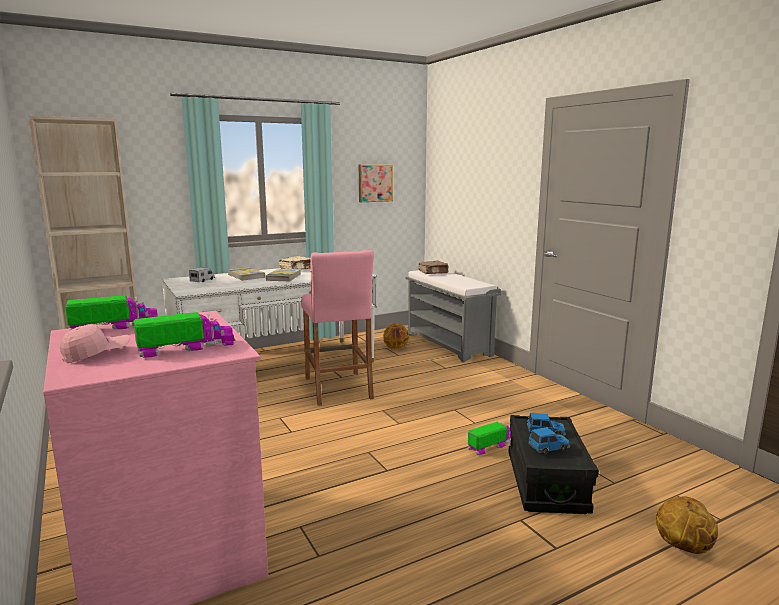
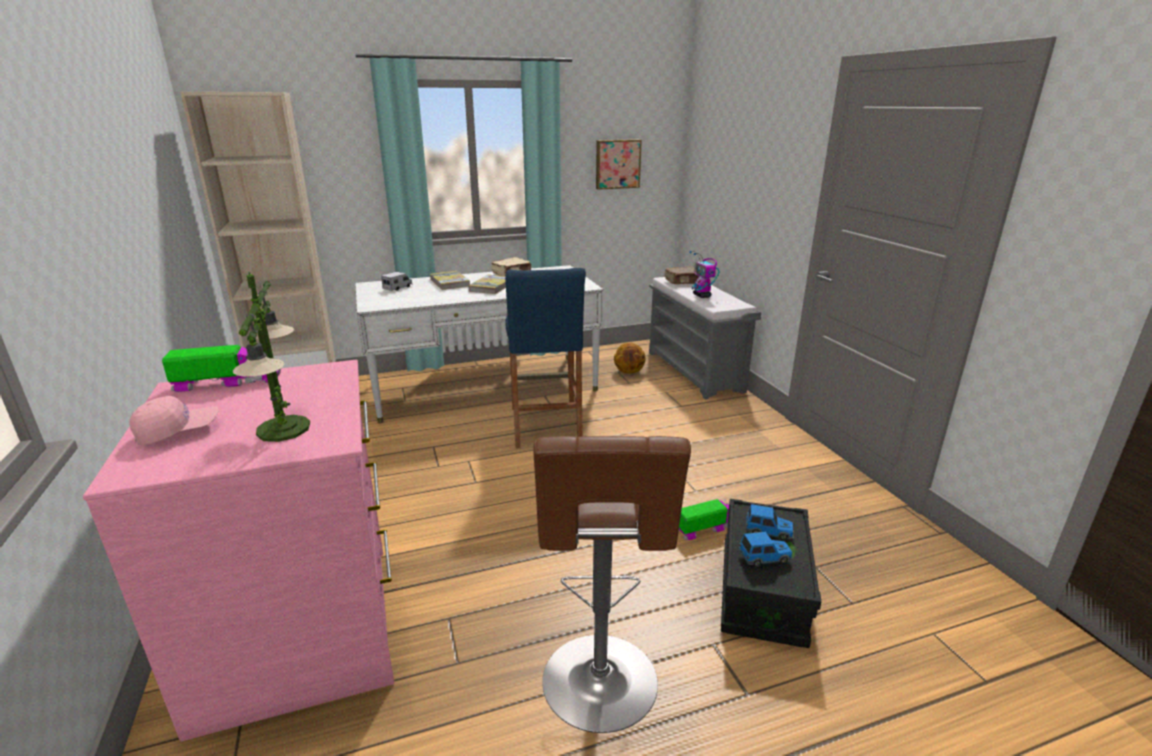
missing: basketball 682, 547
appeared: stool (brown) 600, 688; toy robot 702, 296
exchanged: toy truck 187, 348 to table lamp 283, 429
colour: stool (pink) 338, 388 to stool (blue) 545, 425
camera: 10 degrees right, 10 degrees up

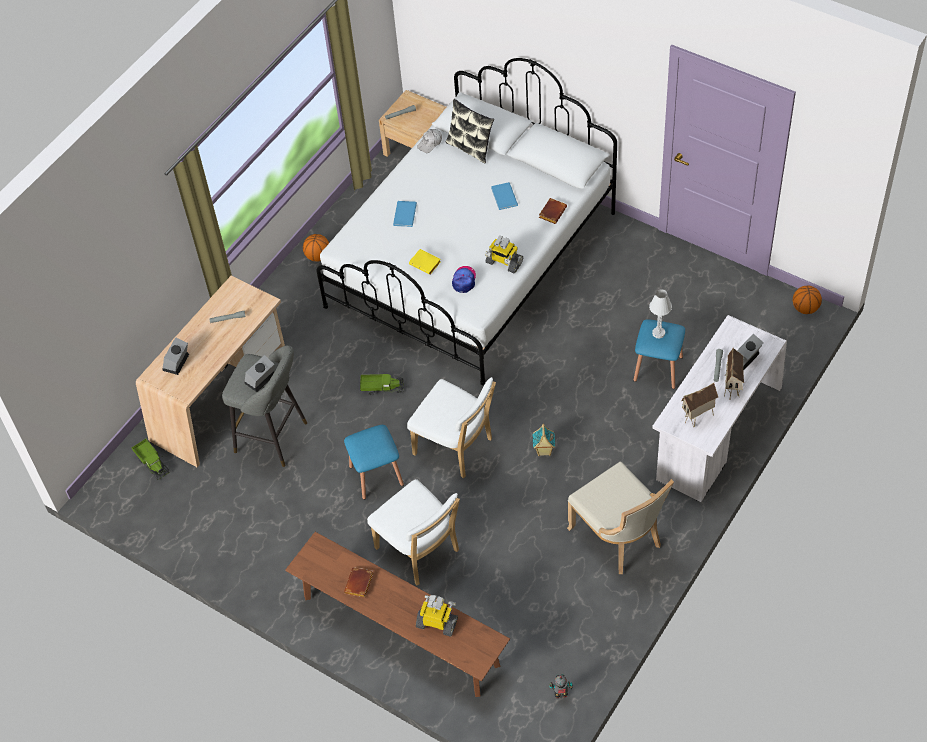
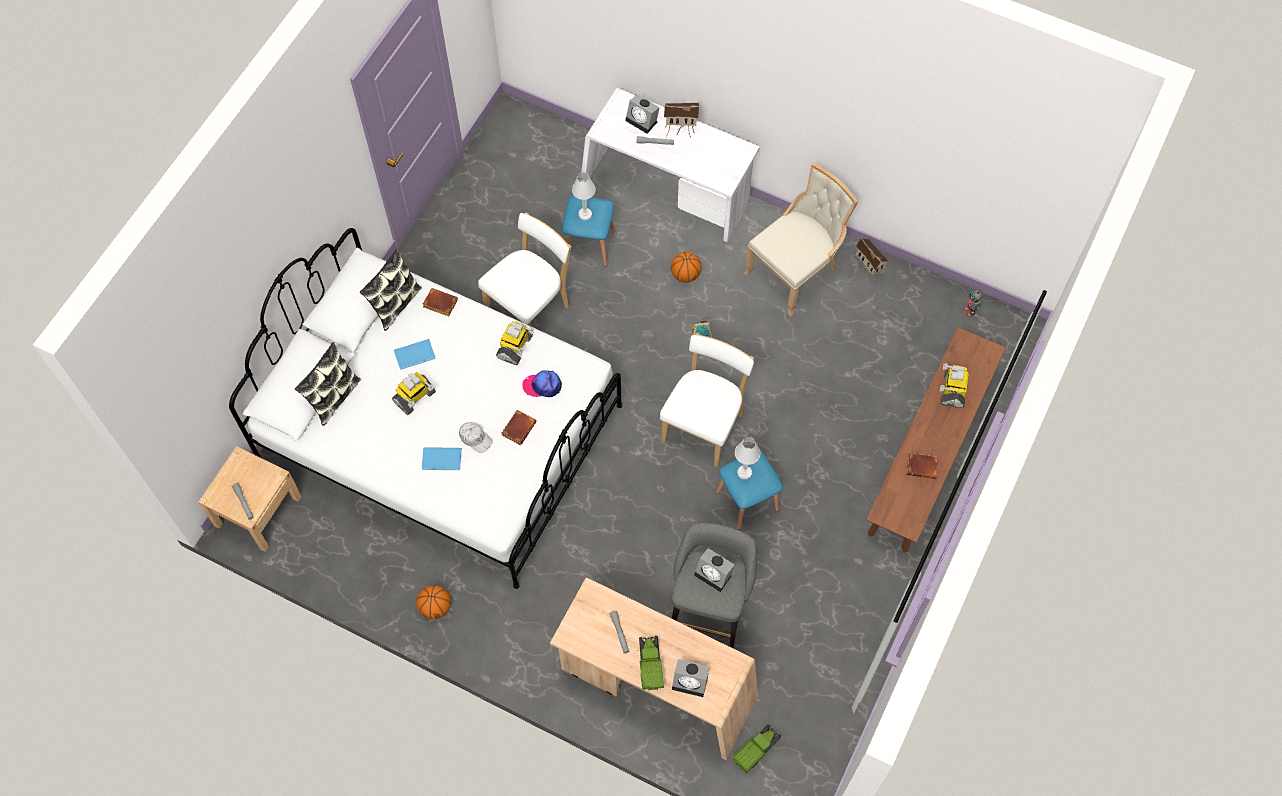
appeared: pillow 395, 304; toy robot 415, 398; table lamp (white) 744, 472
relocated: toy truck 382, 388 to 650, 665; chair (white) 420, 552 to 530, 308; cap (white) 430, 143 to 475, 438; toy house 698, 419 to 867, 271; basketball 805, 308 to 685, 275
colour: book (yellow) 426, 263 to book (brown) 518, 427
camera: 100 degrees left, 10 degrees up

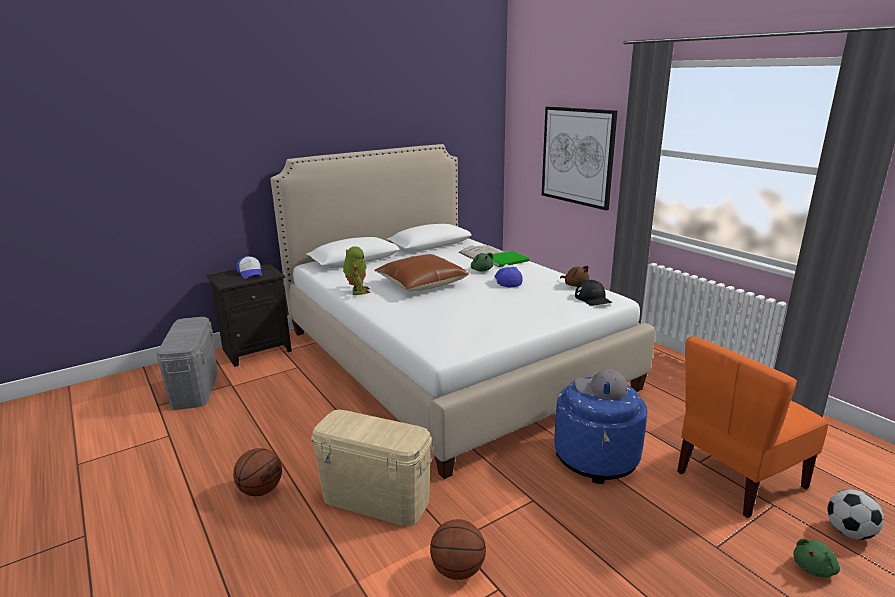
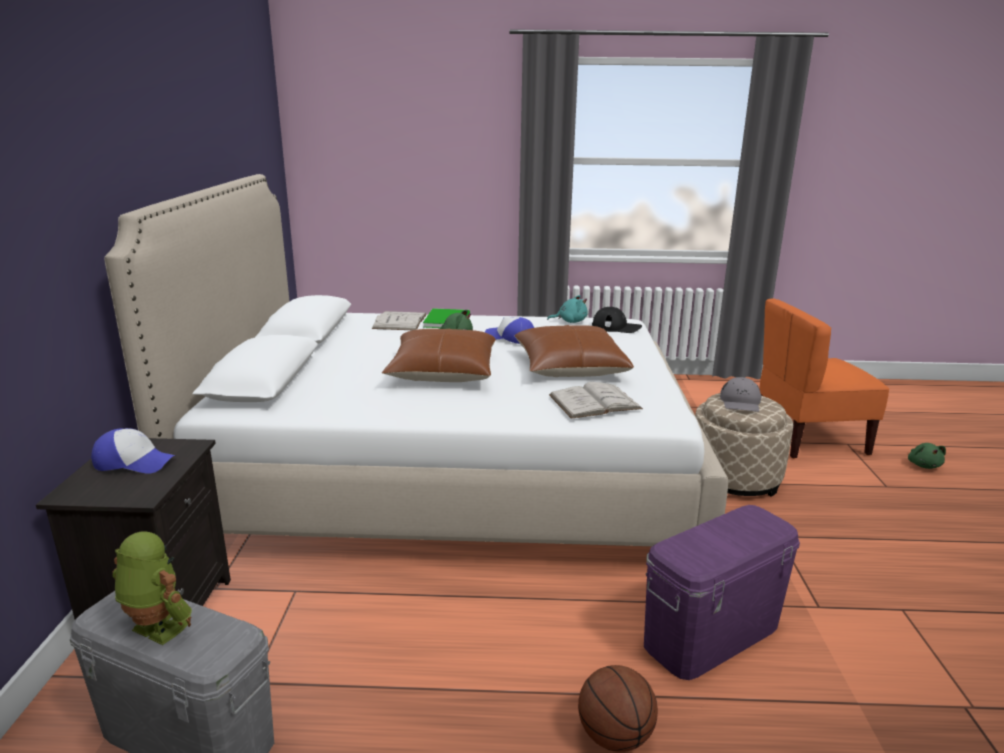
missing: basketball 457, 570; picture 577, 156; football 849, 532
appeared: pillow (brown) 570, 367; book (white) 594, 402
relocated: toy robot 357, 291 to 156, 630
colour: storage box (beige) 375, 500 to storage box (purple) 711, 635; ottoman (blue) 596, 457 to ottoman (beige) 734, 478; plush toy (brown) 575, 285 to plush toy (turquoise) 570, 321
spun: cap (grey) 600, 389 = 740, 402 45 degrees counterclockwise; chair (orange) 738, 479 = 808, 440 75 degrees clockwise
camera: 55 degrees left, 0 degrees up

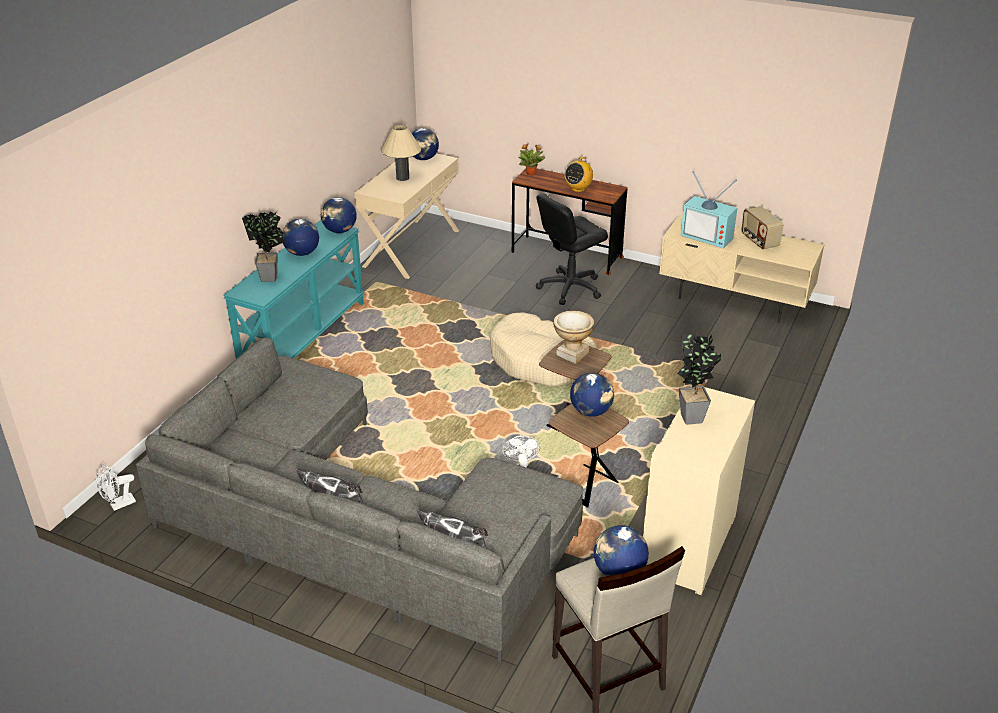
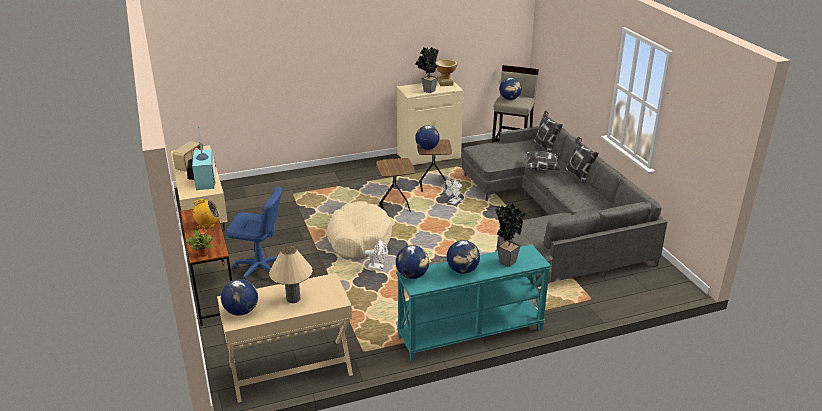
appeared: pillow 542, 168
relocated: fan (white) 118, 505 to 378, 267; vase 572, 354 to 445, 83
colour: office chair (black) 570, 288 to office chair (blue) 260, 270
camera: 135 degrees left, 5 degrees down

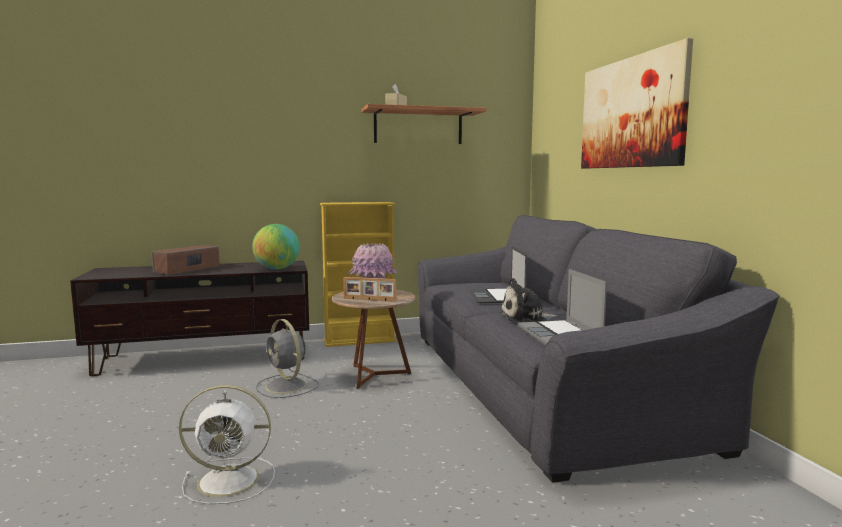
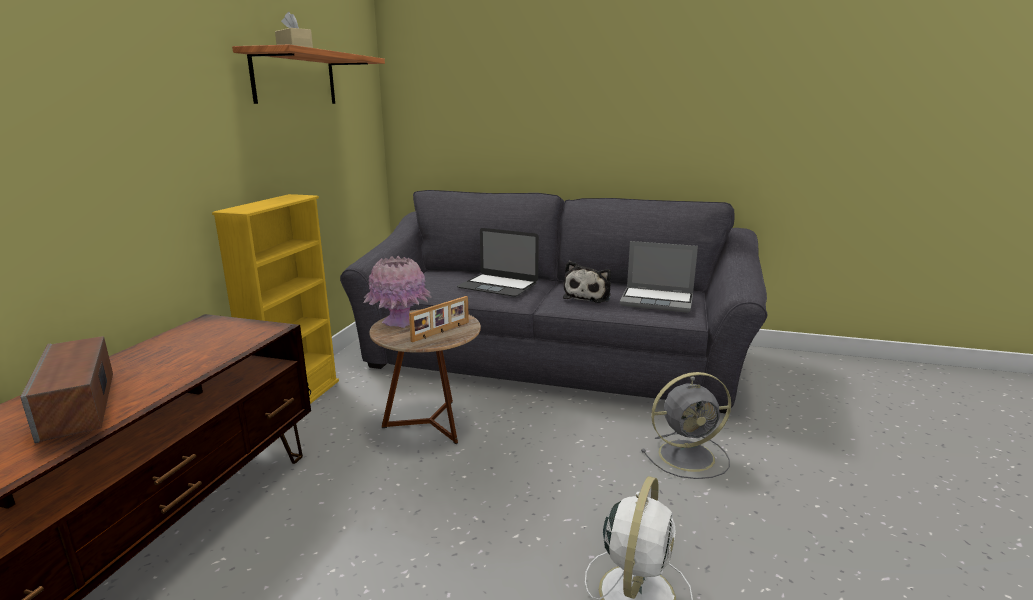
missing: globe 277, 269; picture 631, 113
relocated: fan (grey) 287, 386 to 688, 455
camera: 60 degrees left, 10 degrees up

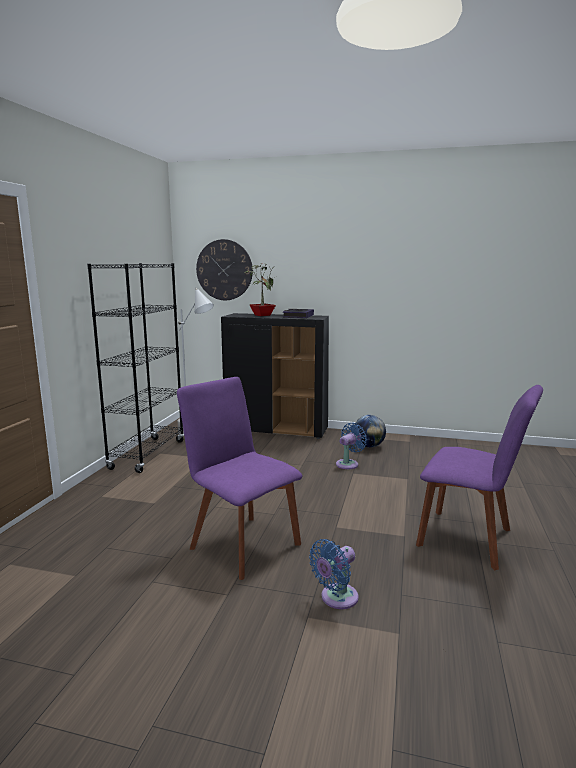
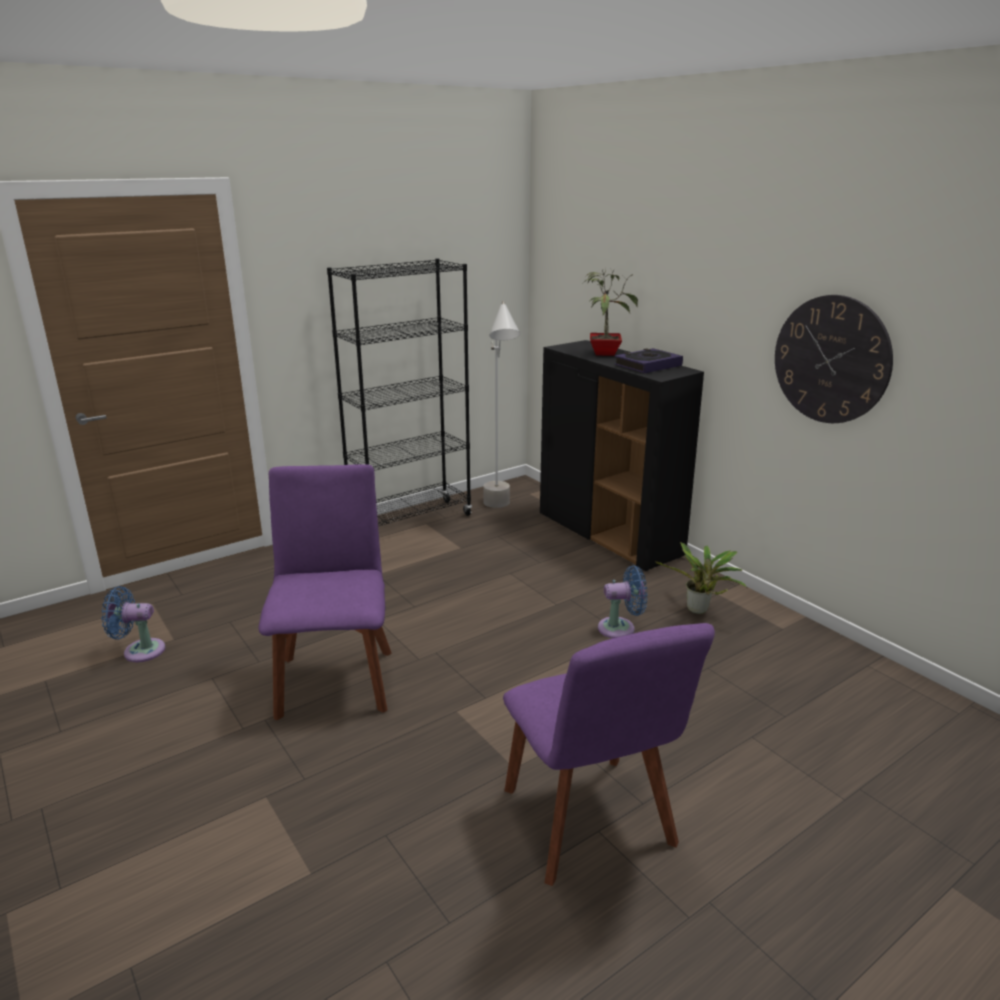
relocated: wall clock 224, 270 to 831, 360; fan (blue) 336, 598 to 140, 651
exchanged: globe 368, 446 to potted plant 699, 611
camera: 40 degrees right, 10 degrees up

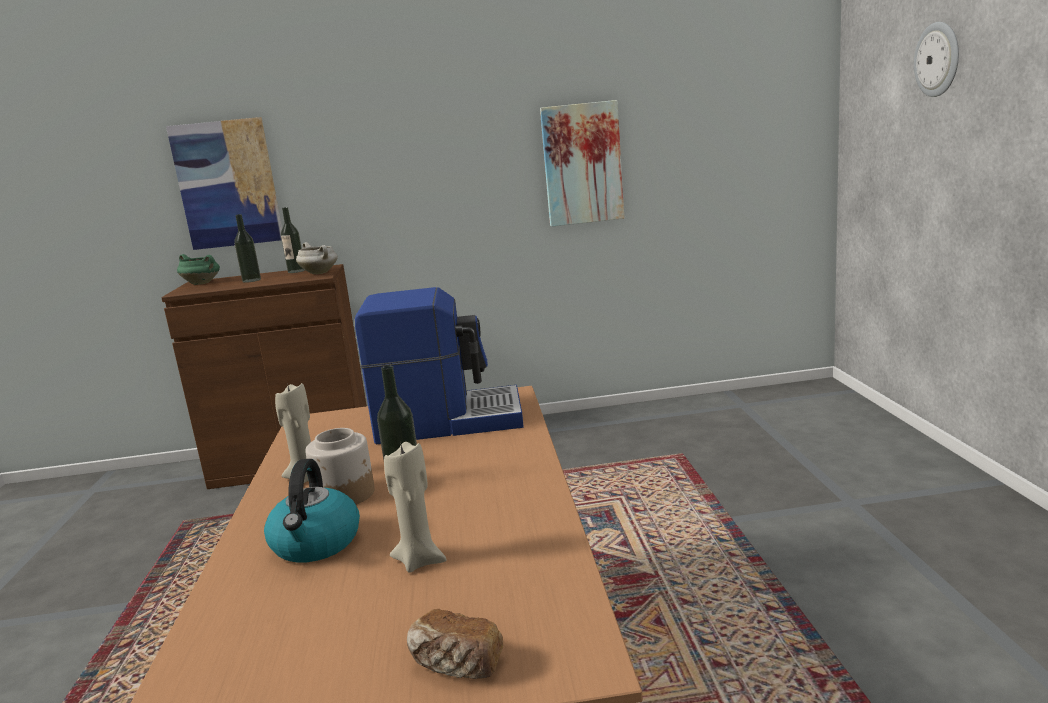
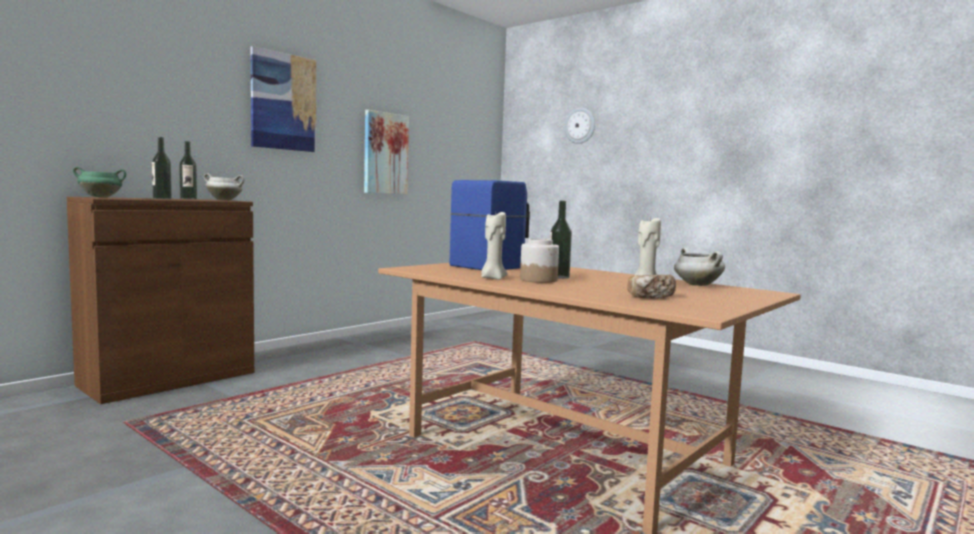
missing: kettle 316, 544
appeared: cooking pot (white) 696, 285
relocated: picture 227, 184 to 283, 102; bread 456, 665 to 651, 297
camera: 45 degrees left, 10 degrees down

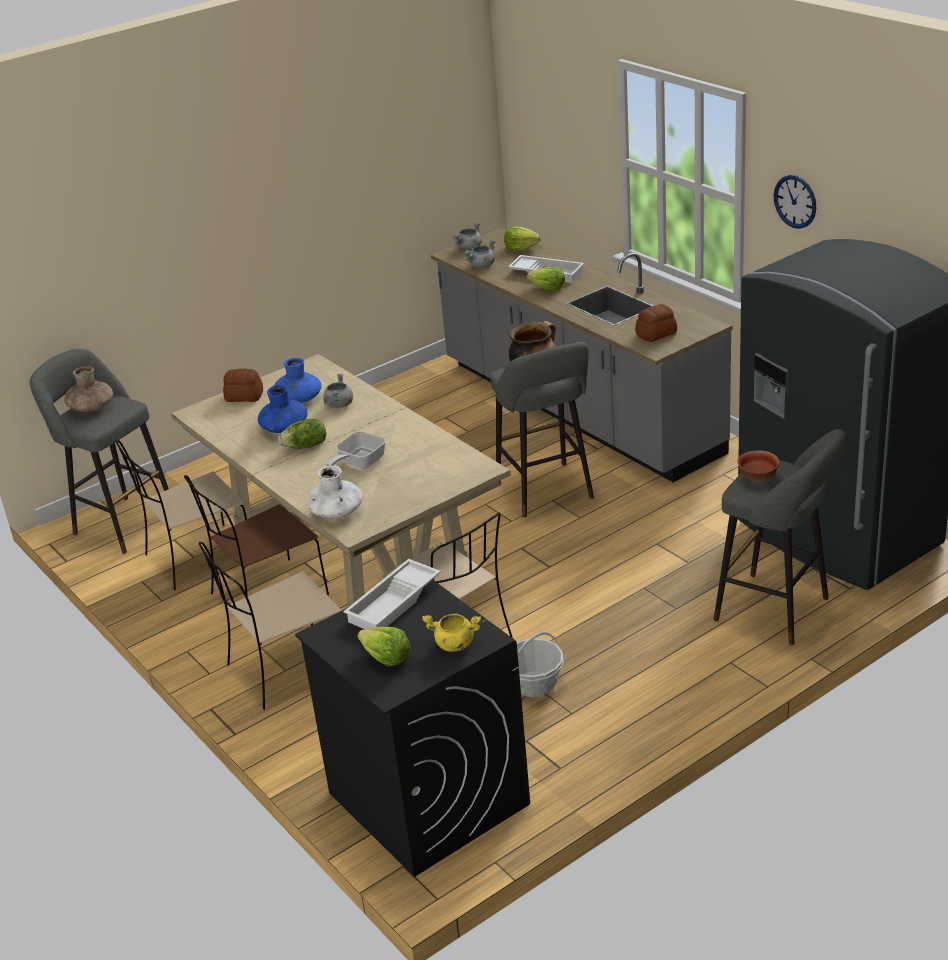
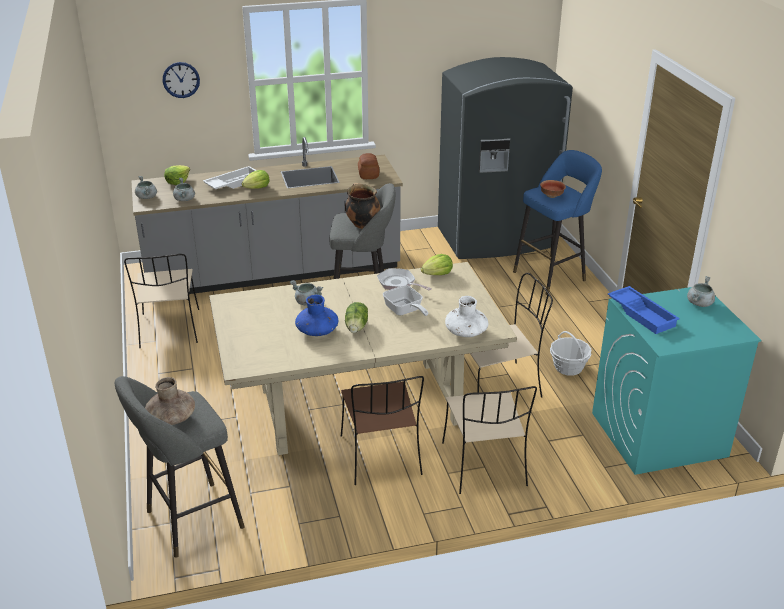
missing: bread 244, 397; vase (blue) 299, 399
appeared: frying pan 398, 283
relocated: chair (beige) 197, 558 to 170, 330; lettuce 386, 658 to 437, 274; wall clock 795, 201 to 181, 80
colour: washing machine (black) 426, 798 to washing machine (turquoise) 658, 435; tray (white) 395, 603 to tray (blue) 642, 314; cooking pot (yellow) 454, 644 to cooking pot (grey) 699, 303; stool (grey) 778, 611 to stool (blue) 552, 275
camera: 70 degrees left, 0 degrees up

